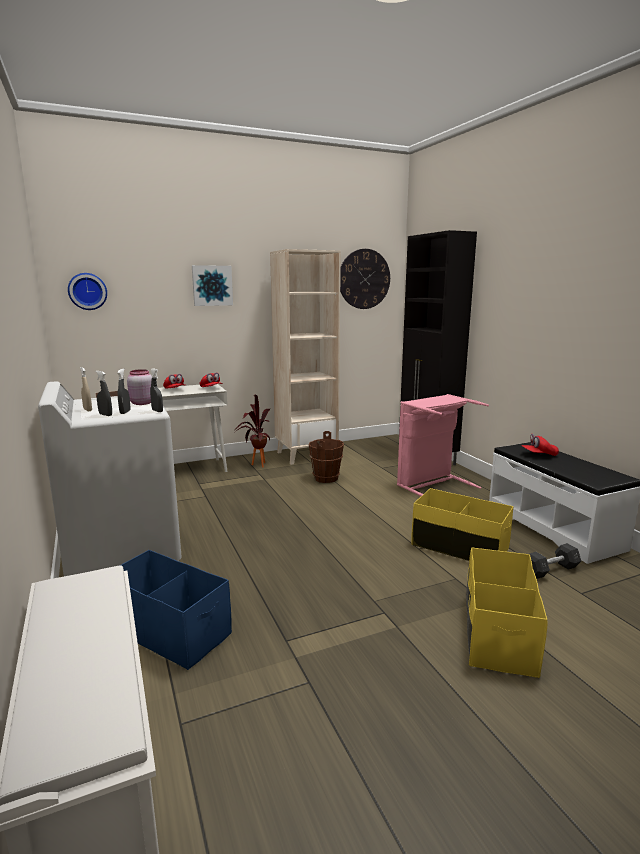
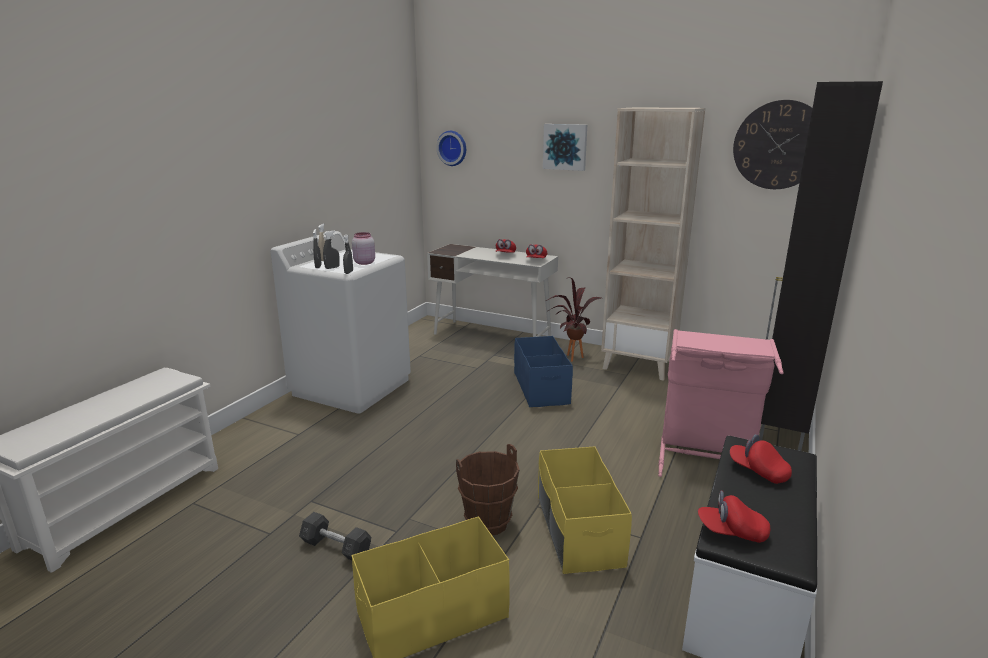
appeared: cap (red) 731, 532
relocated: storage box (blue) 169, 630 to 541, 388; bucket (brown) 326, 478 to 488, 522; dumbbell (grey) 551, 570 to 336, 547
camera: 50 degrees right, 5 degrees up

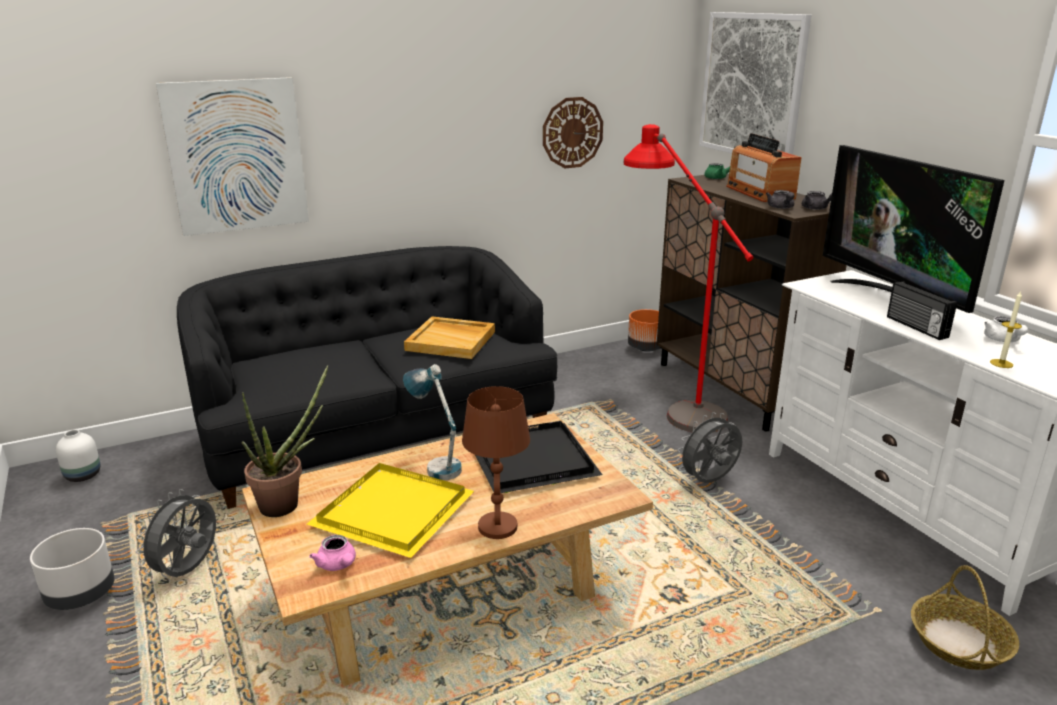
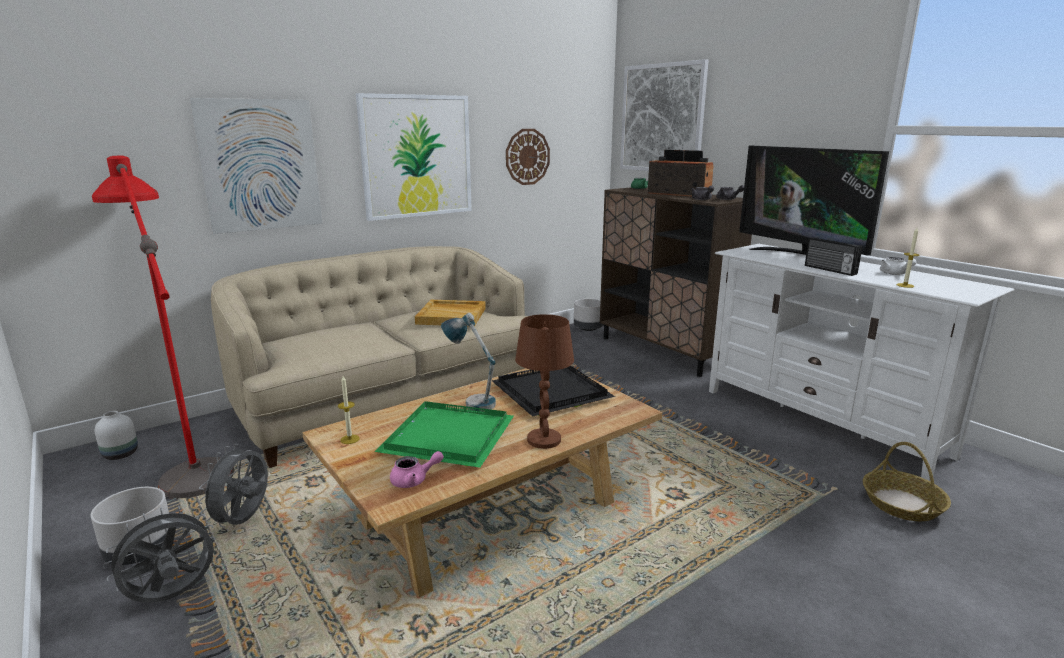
appeared: picture 416, 156
relocated: floor lamp (red) 671, 400 to 188, 459; fan (grey) 709, 482 to 173, 597
exchanged: potted plant 287, 503 to candle 349, 439
colour: sofa (black) 377, 433 to sofa (beige) 389, 401; tray (yellow) 392, 510 to tray (green) 447, 436; planter (orange) 646, 348 to planter (grey) 588, 328
spun: teapot (pink) 338, 565 = 414, 480 60 degrees counterclockwise; radio 759, 192 = 679, 194 150 degrees clockwise
camera: 10 degrees left, 5 degrees down

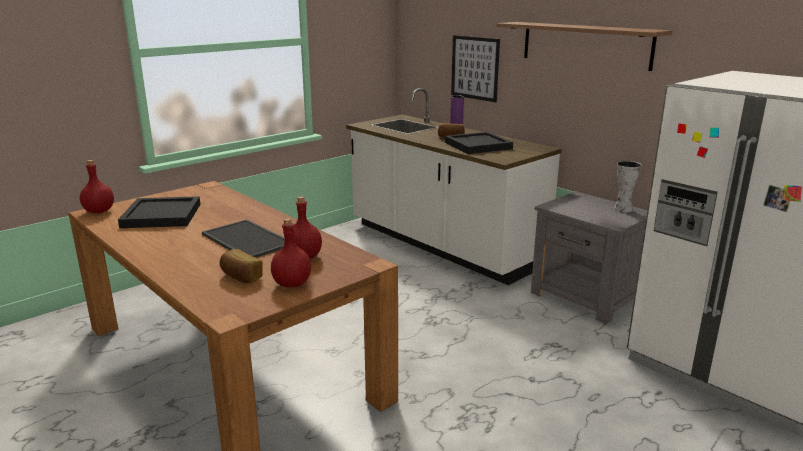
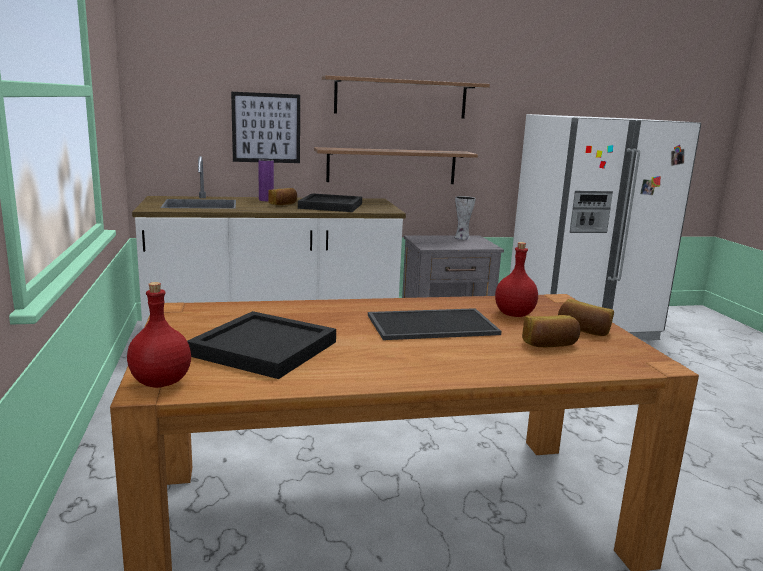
appeared: shelf 391, 166
exchanged: bottle (red) 291, 283 to bread 584, 330
camera: 60 degrees left, 5 degrees down

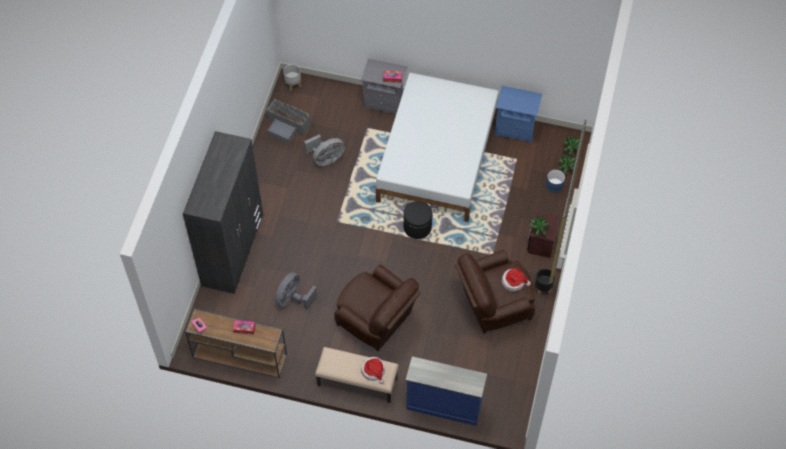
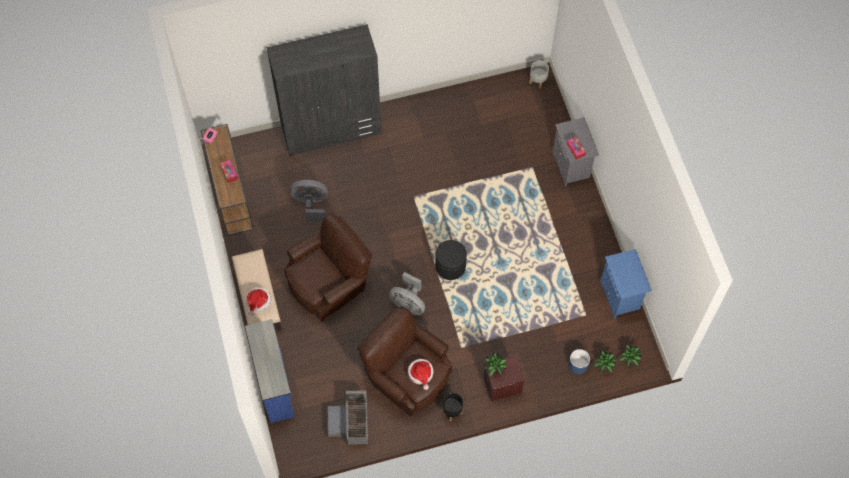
missing: bed (white) 438, 157
relocated: storage box (grey) 287, 125 to 351, 422; fan (grey) 326, 159 to 408, 304
spun: armchair (brown) 376, 321 = 329, 283 135 degrees counterclockwise
camera: 60 degrees right, 5 degrees up

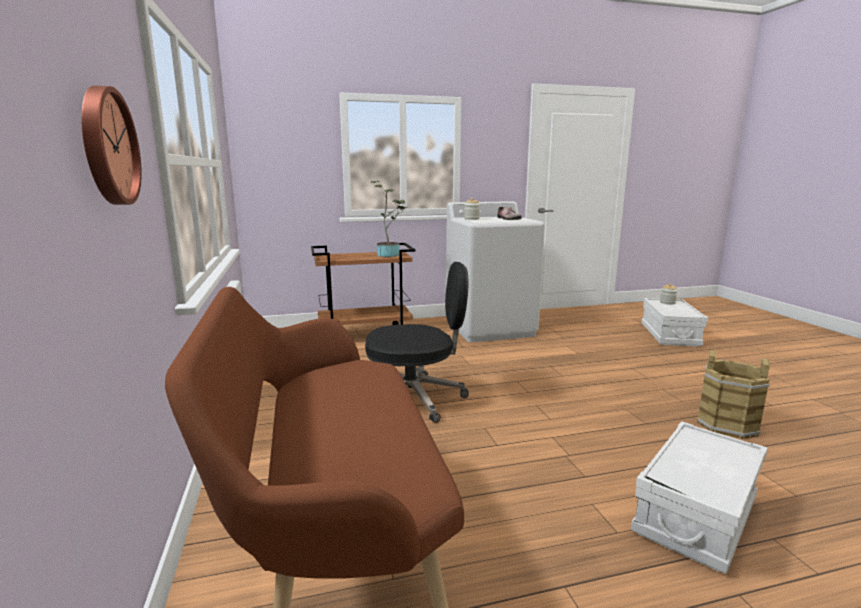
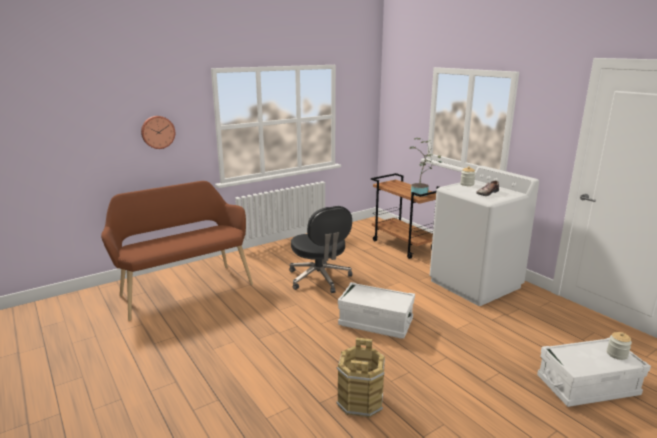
relocated: storage box (white) 696, 515 to 375, 322
camera: 70 degrees right, 5 degrees up

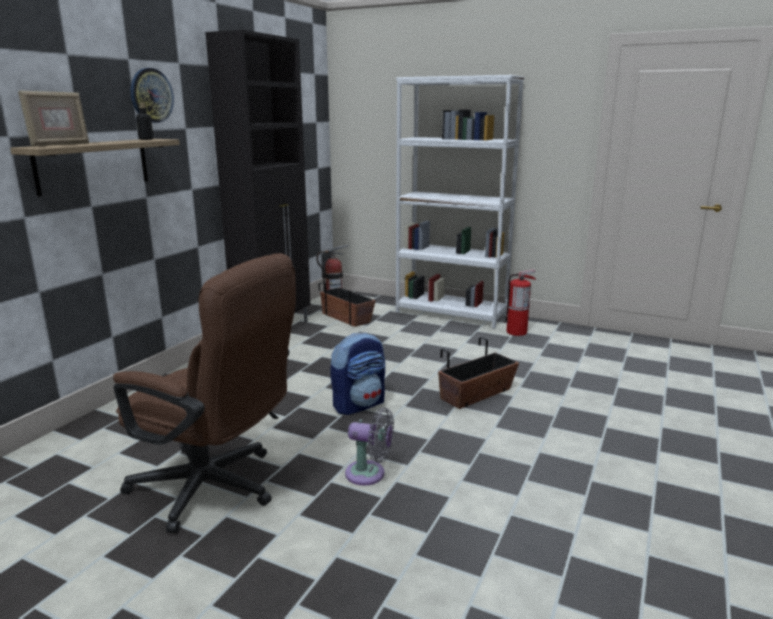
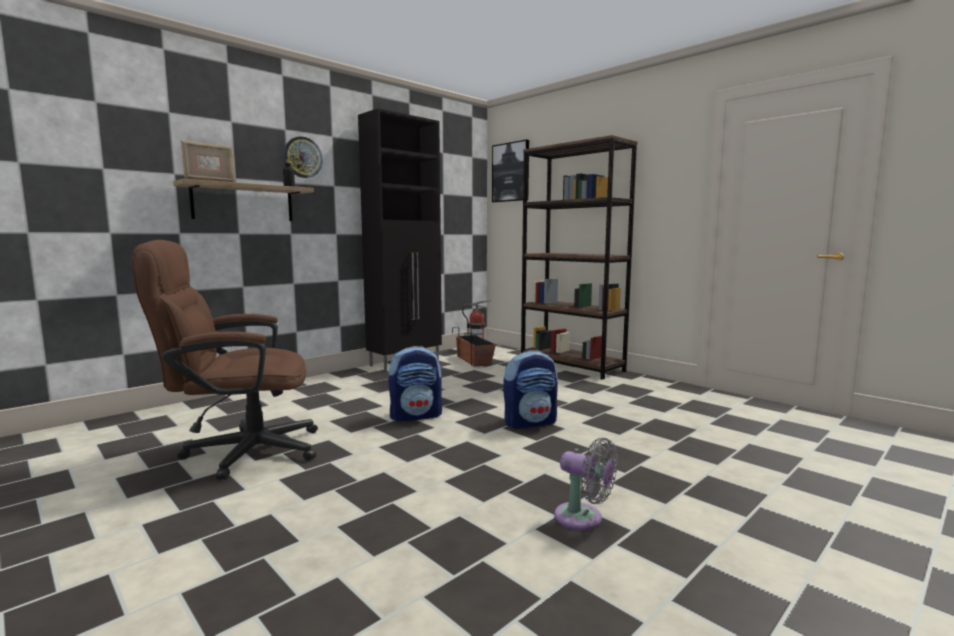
missing: fire extinguisher 517, 332
appeared: picture 511, 172
relocated: fan (grey) 369, 474 to 583, 519
exchanged: planter 476, 394 to backpack 530, 422
colour: bookcase (white) 451, 313 to bookcase (brown) 571, 366
spun: office chair (brown) 216, 489 = 240, 452 120 degrees clockwise
camera: 20 degrees right, 10 degrees down

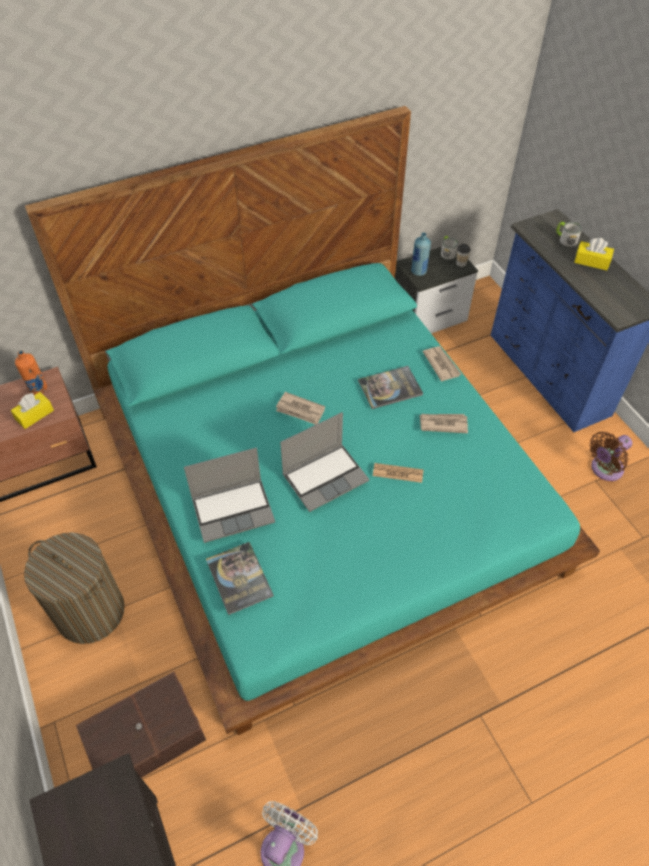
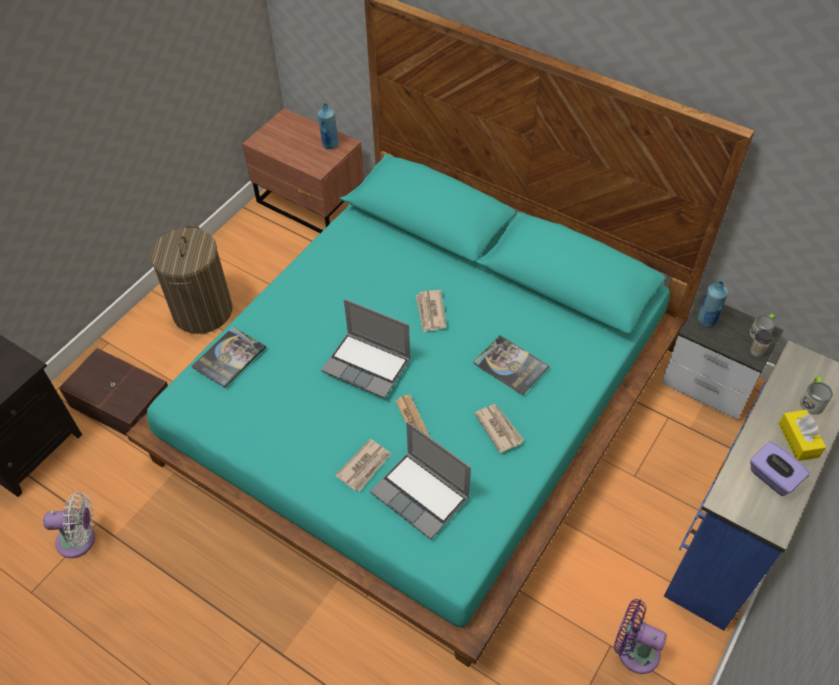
missing: tissue box (yellow) 34, 415
appeared: tissue box (purple) 772, 477
relocated: laptop 233, 509 to 421, 495; newspaper 441, 364 to 365, 466
colour: bottle (orange) 38, 389 to bottle (blue) 330, 144; fan (brown) 604, 469 to fan (purple) 634, 650
camera: 60 degrees right, 0 degrees up

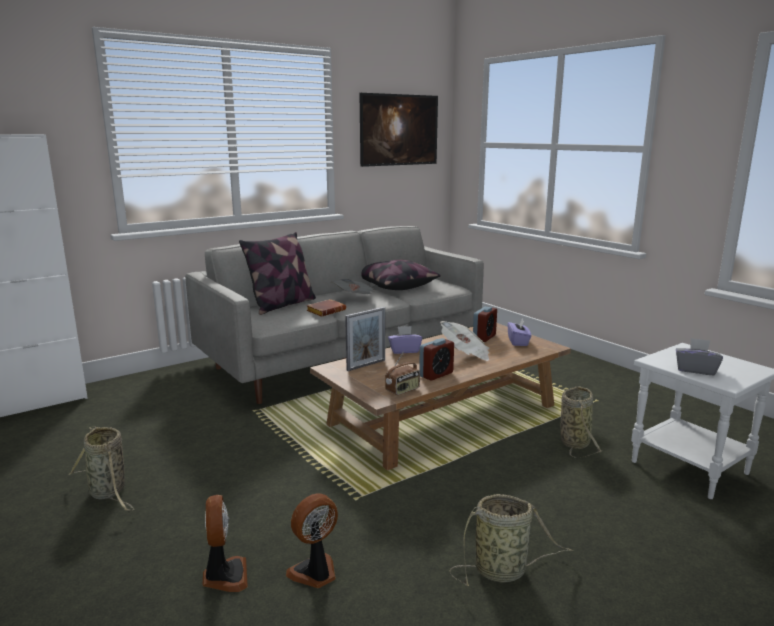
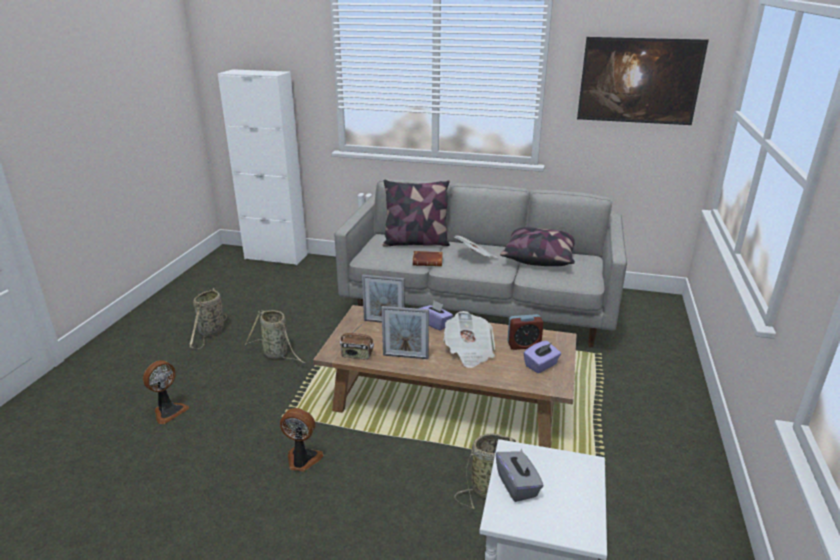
relocated: fan 315, 573 to 302, 460; basket 503, 570 to 277, 354
exchanged: alarm clock 436, 374 to picture frame 405, 356
camera: 50 degrees right, 10 degrees up

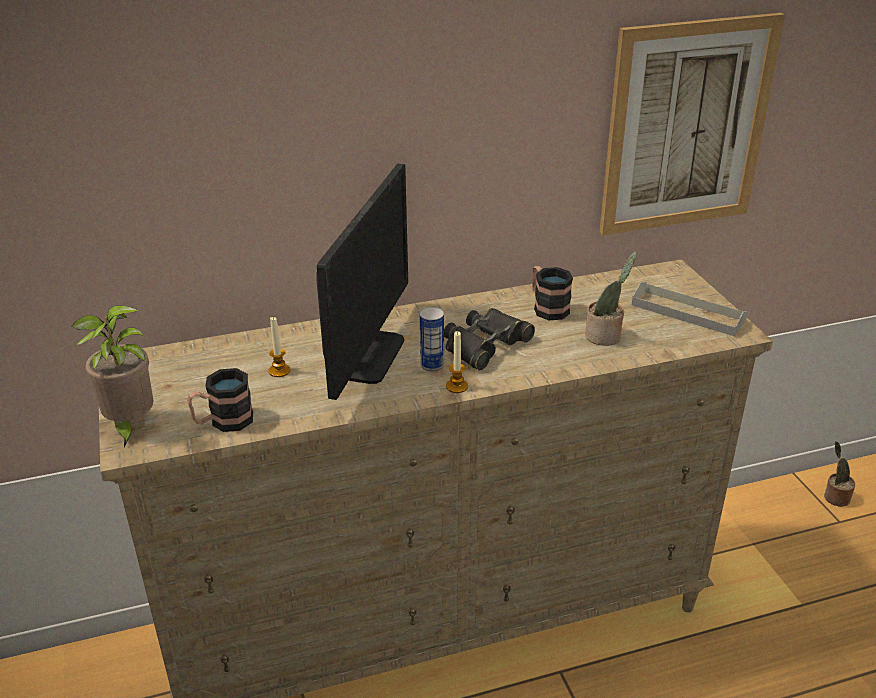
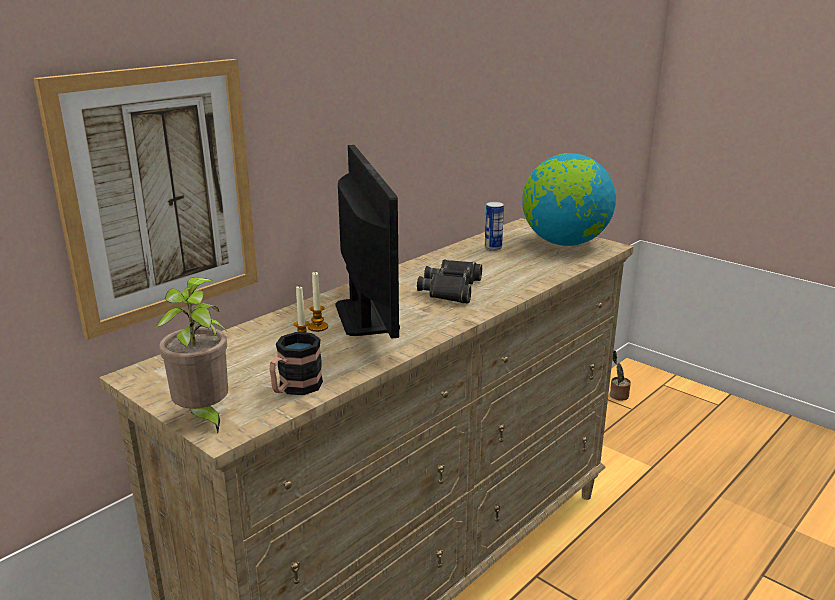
missing: mug 547, 307; potted plant 605, 337
relocated: can 432, 366 to 493, 248; candle 457, 386 to 318, 327; picture 686, 126 to 160, 194
exchanged: tray (grey) 687, 313 to globe 564, 243
camera: 30 degrees left, 10 degrees down

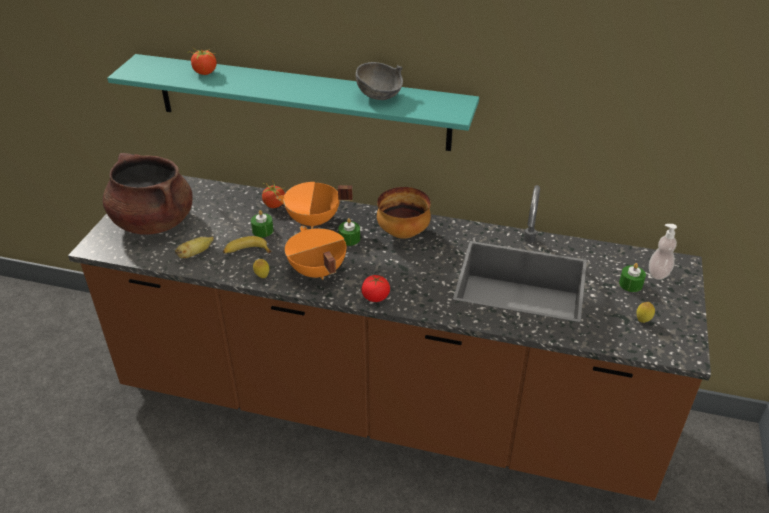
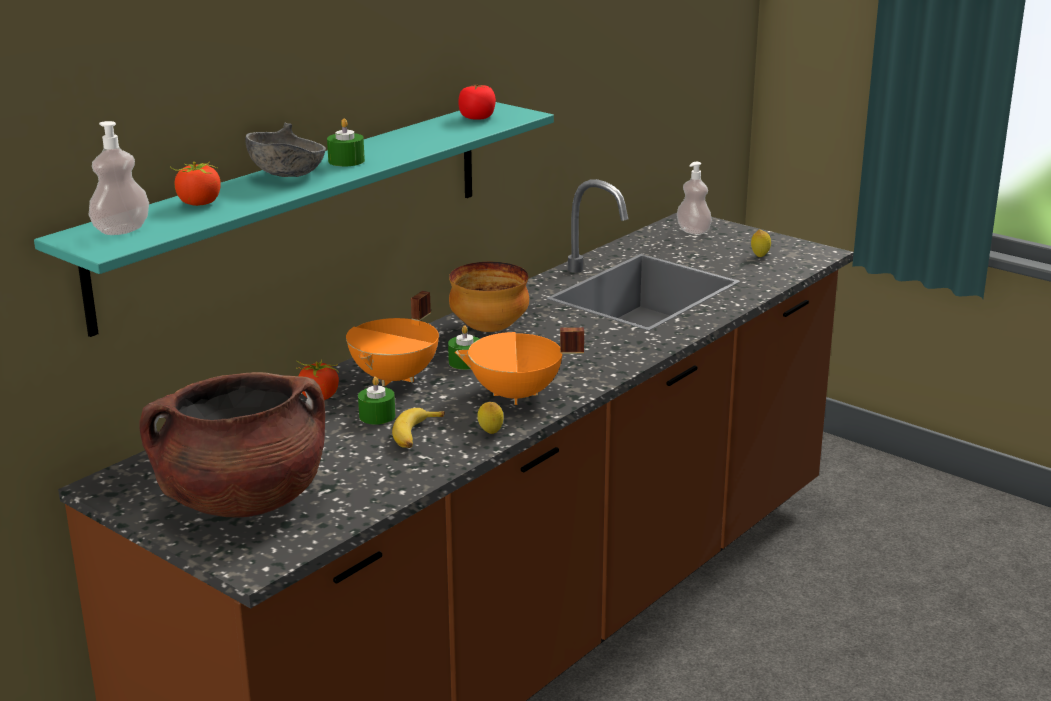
missing: banana 195, 254
appeared: soap dispenser 122, 230
relocated: bowl (grey) 379, 96 to 288, 175; tomato 375, 297 to 477, 118; candle (green) 630, 284 to 346, 161
camera: 65 degrees left, 15 degrees down

